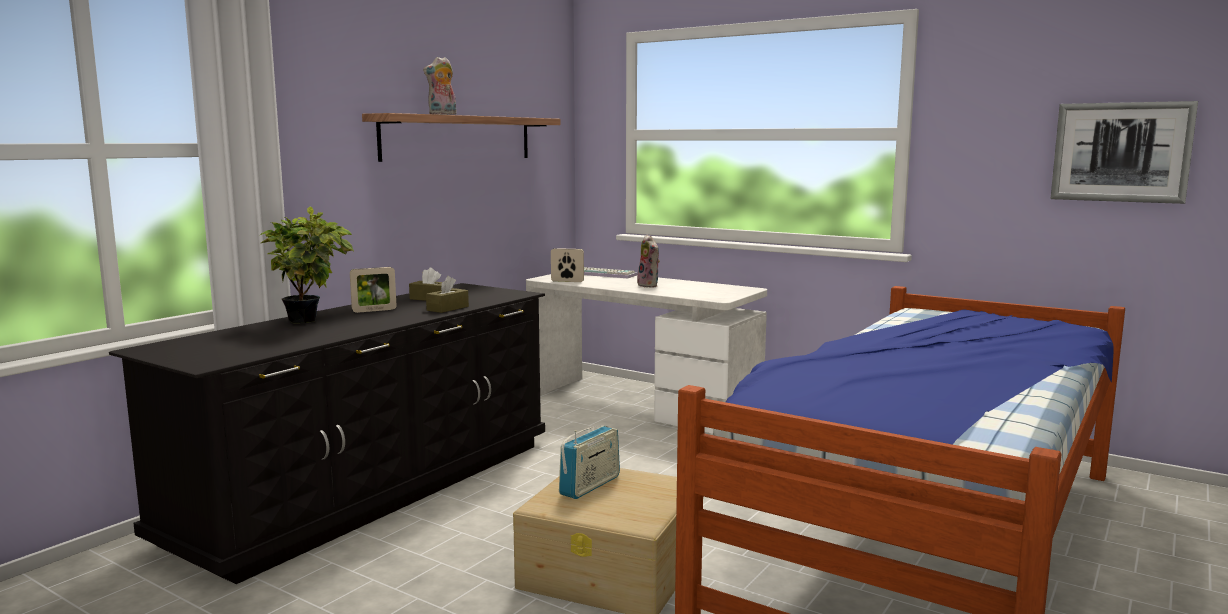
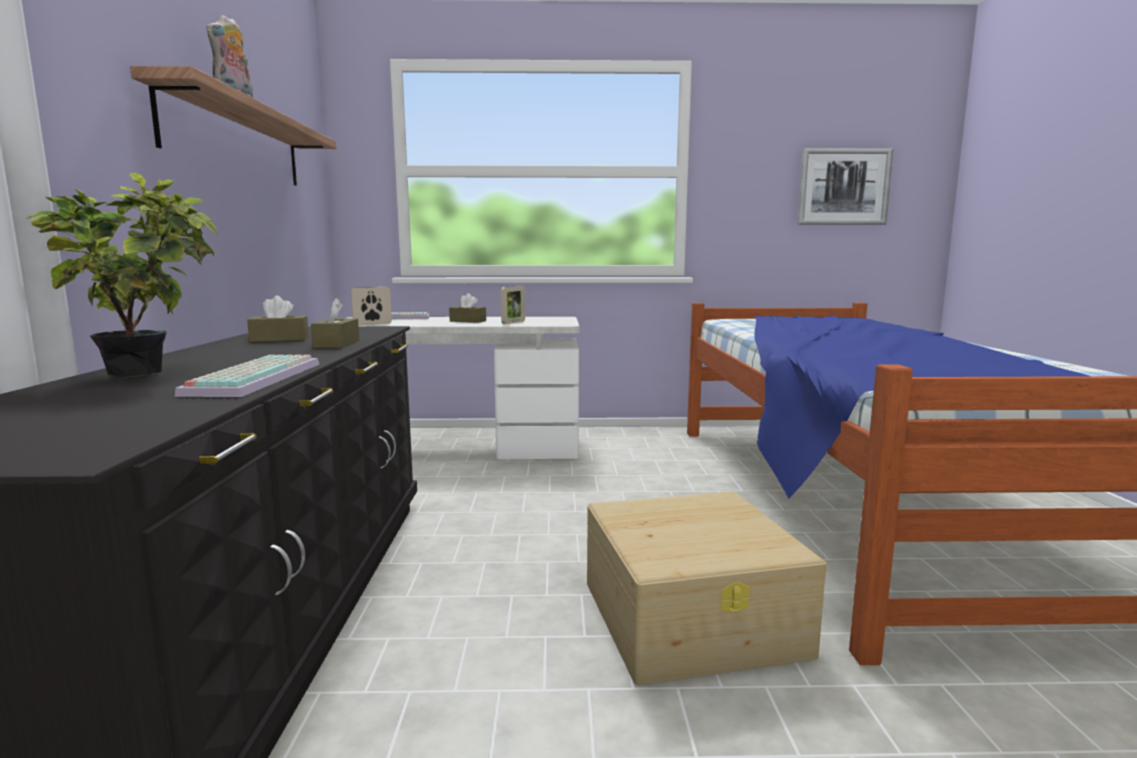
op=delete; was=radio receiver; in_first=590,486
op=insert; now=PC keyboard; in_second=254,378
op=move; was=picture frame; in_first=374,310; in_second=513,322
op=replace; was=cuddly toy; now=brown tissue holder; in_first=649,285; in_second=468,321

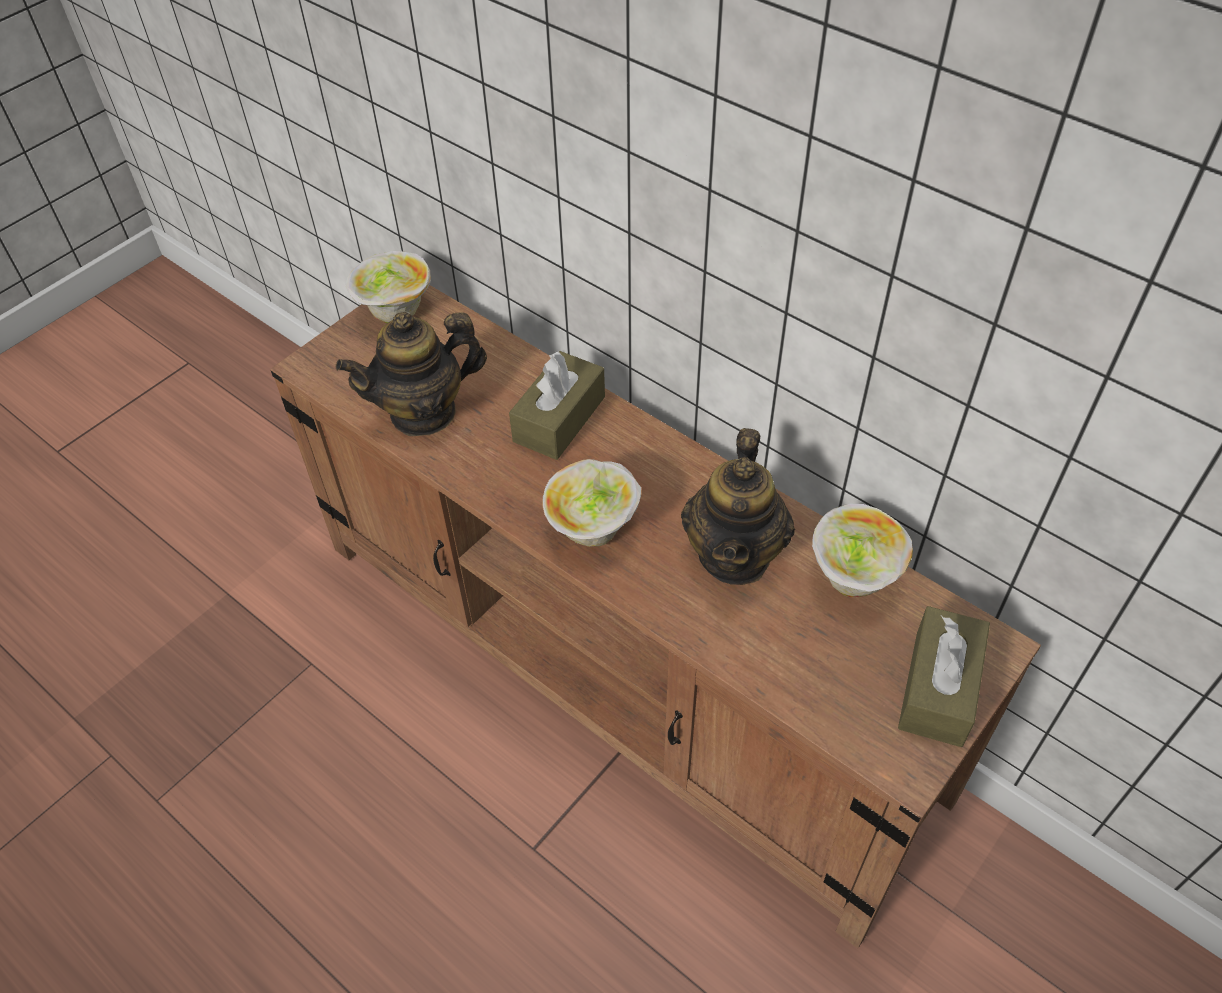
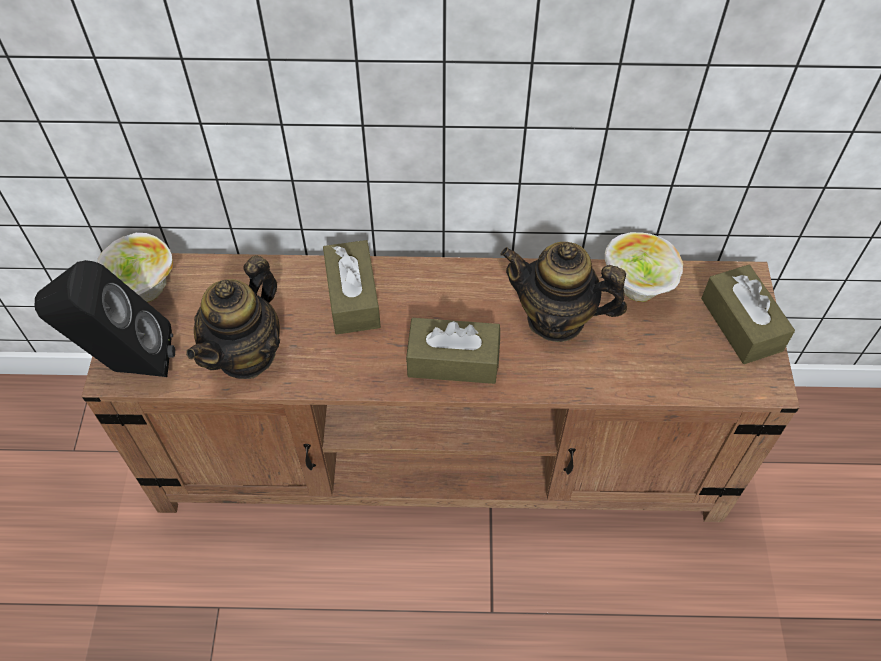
op=insert; now=blackish audio speaker; in_second=127,365
op=replace; was=serving bowl; now=brown tissue holder; in_first=594,530; in_second=453,361
op=rotate; was=pot for tea; in_first=735,555; in_second=556,318; clockwise=135

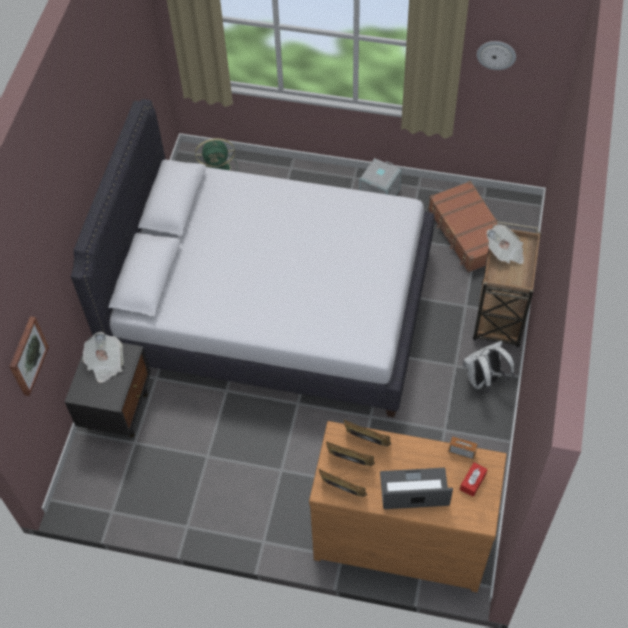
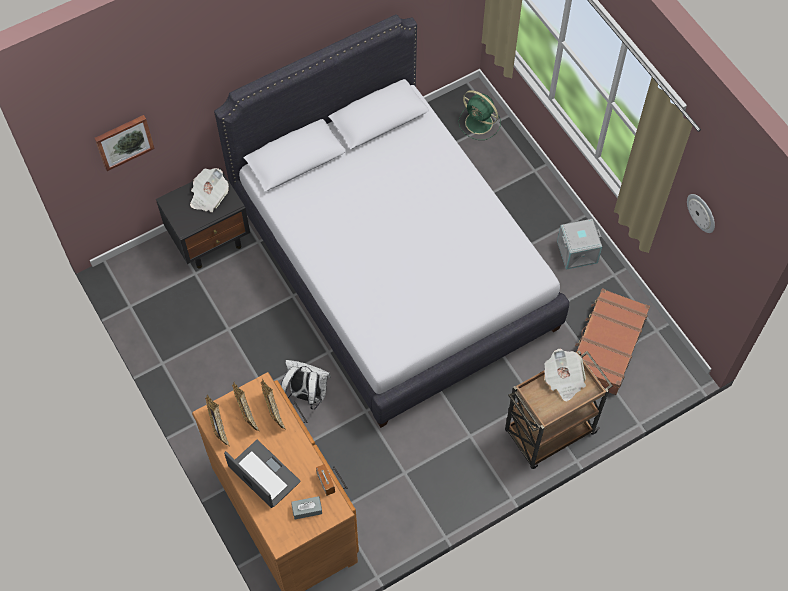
op=move; was=whitish rucksack; in_first=484,381; in_second=307,395
op=recolor; was=red-coloured tissue holder; now=greyish tissue holder; in_first=472,482; in_second=307,509

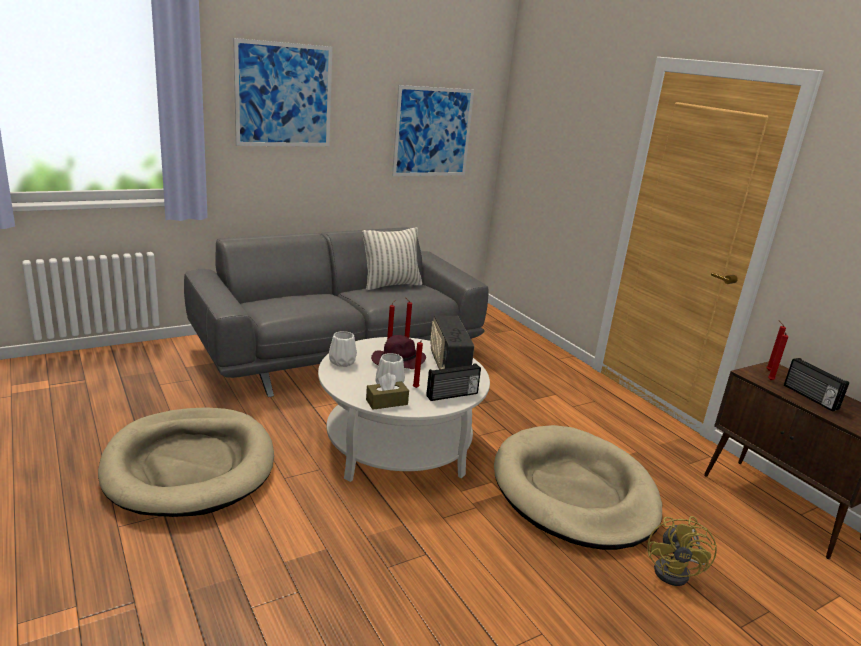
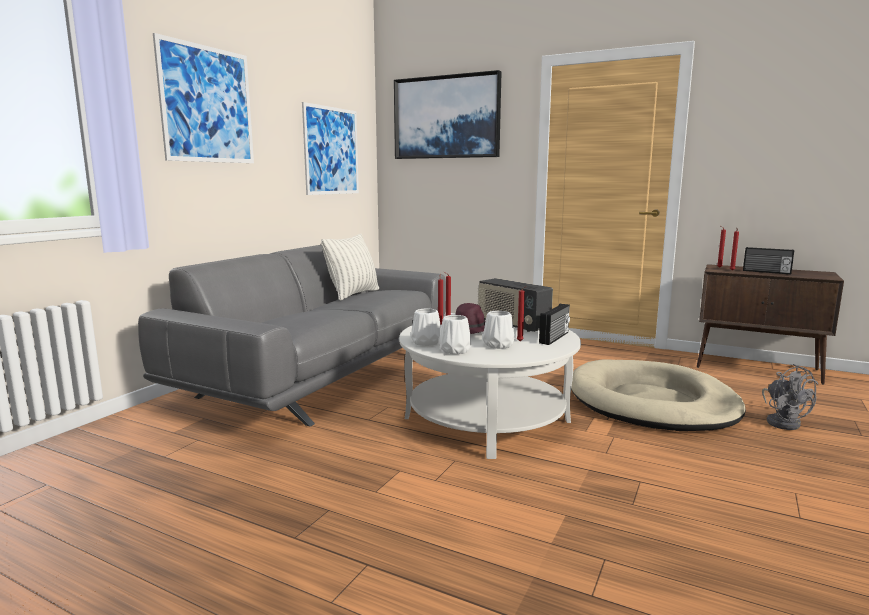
op=delete; was=beige-coloured dog cushion; in_first=190,465
op=delete; was=brown tissue holder; in_first=386,402
op=insert; now=wall picture; in_second=446,117
op=insert; now=whitish flower vase; in_second=456,350
op=recolor; was=yellow-coloured cooling fan; now=greyish cooling fan; in_first=677,572; in_second=782,421

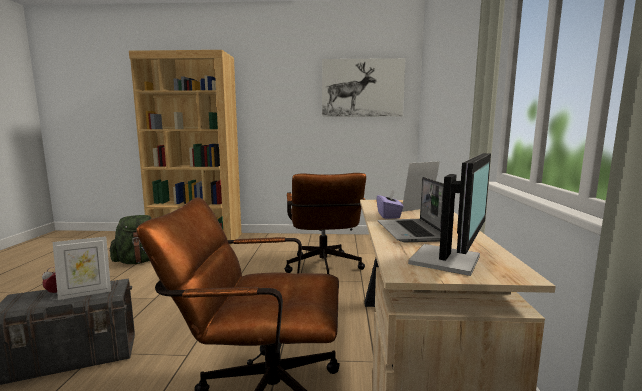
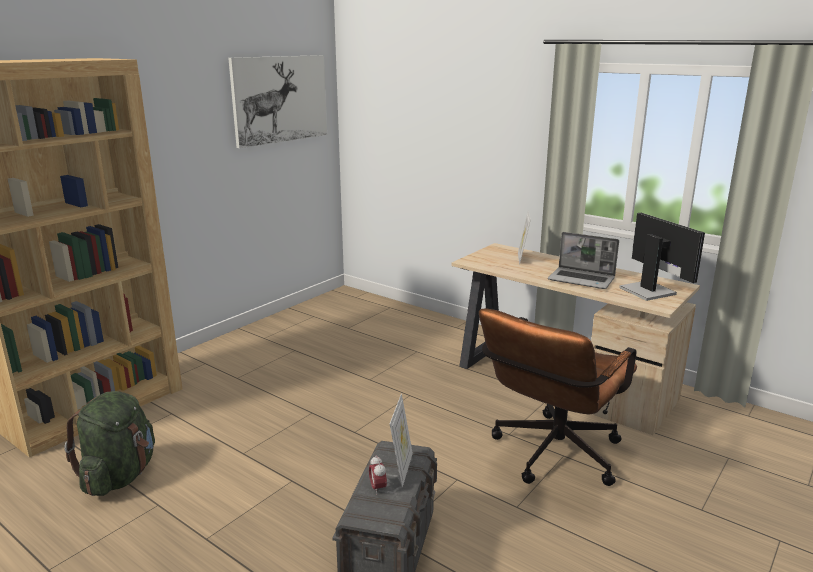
op=delete; was=brown office chair; in_first=324,269
op=delete; was=purple-coloured tissue holder; in_first=389,215

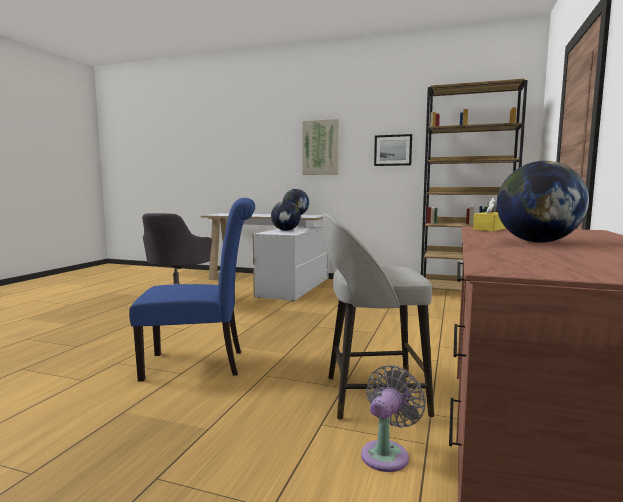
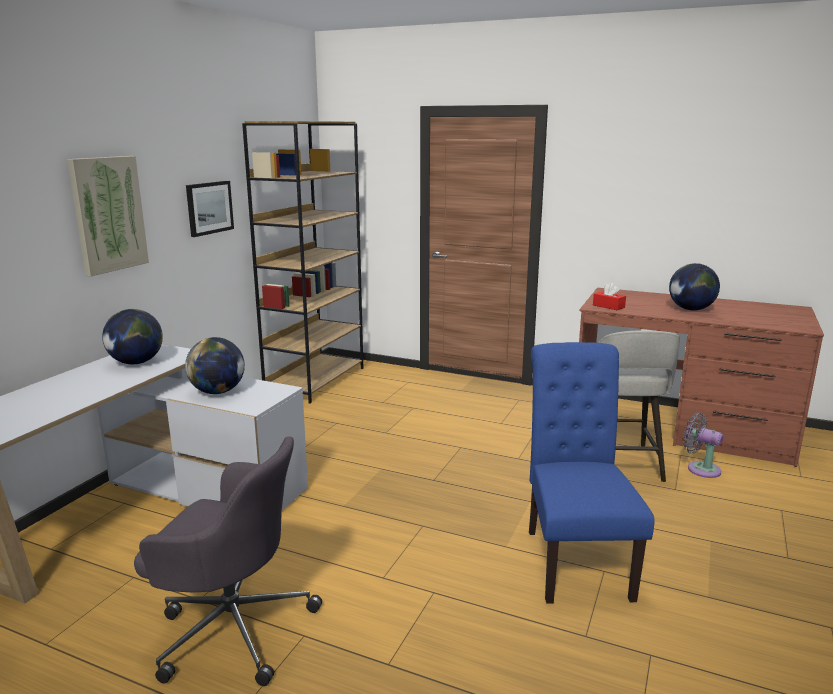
op=recolor; was=yellow-coloured tissue holder; now=red-coloured tissue holder; in_first=489,229; in_second=608,306

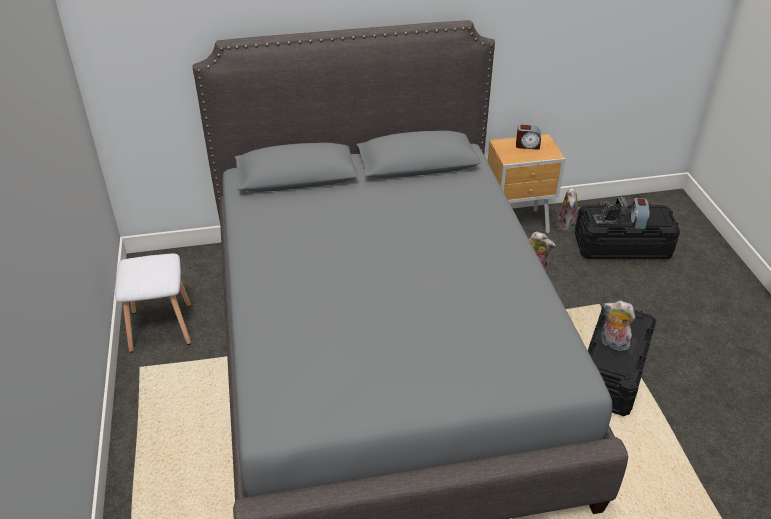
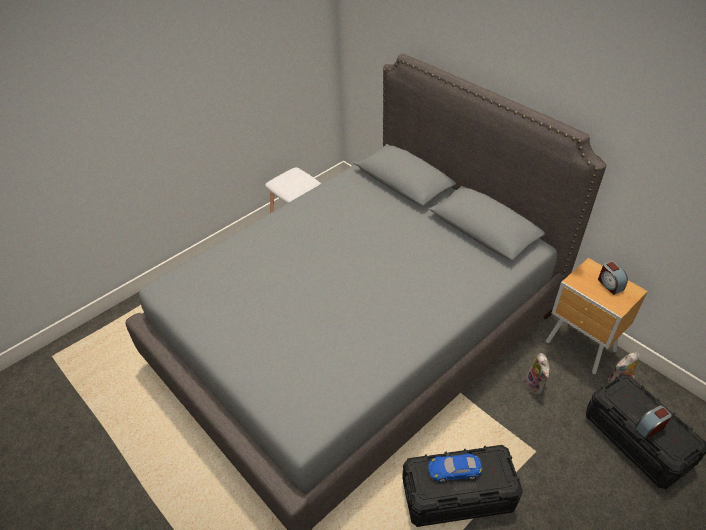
op=delete; was=photo camera; in_first=608,219
op=replace; was=cuddly toy; now=blue-coloured model car; in_first=612,343; in_second=454,469

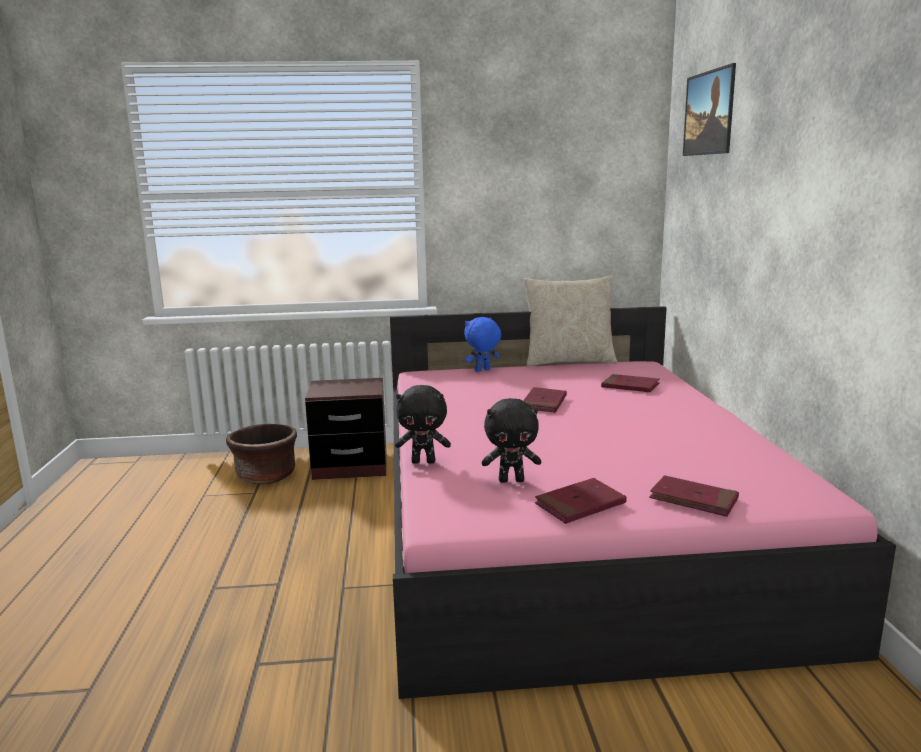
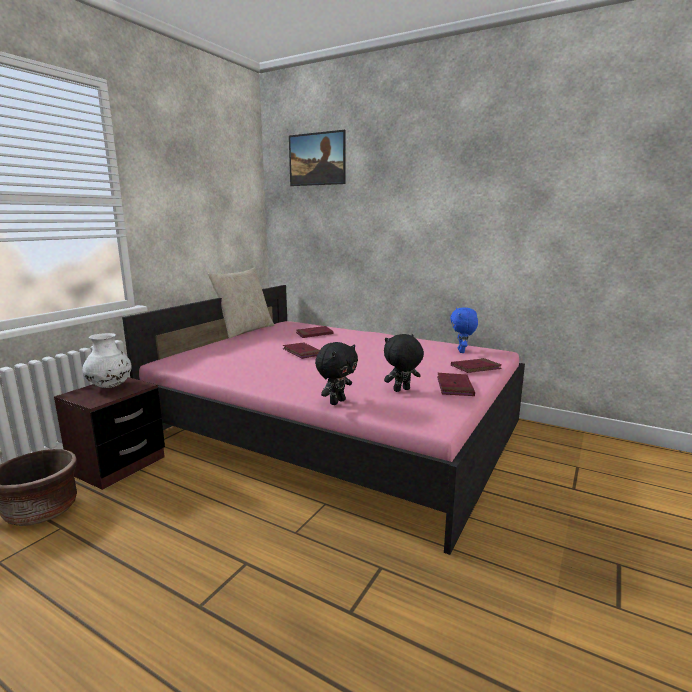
op=insert; now=whitish flower vase; in_second=110,386
op=move; was=blue-coloured cuddly toy; in_first=482,370; in_second=462,351
op=rotate; was=blackish cuddly toy; in_first=511,480; in_second=402,390; clockwise=-150

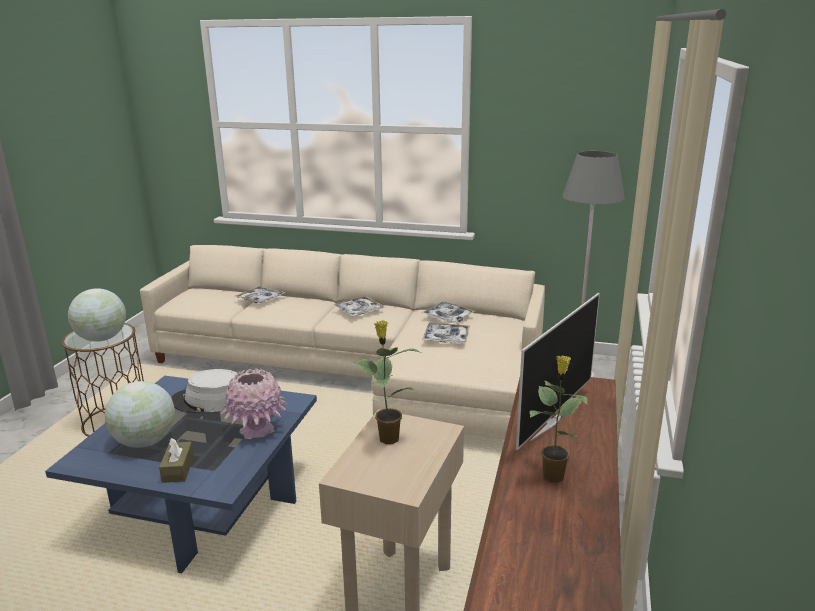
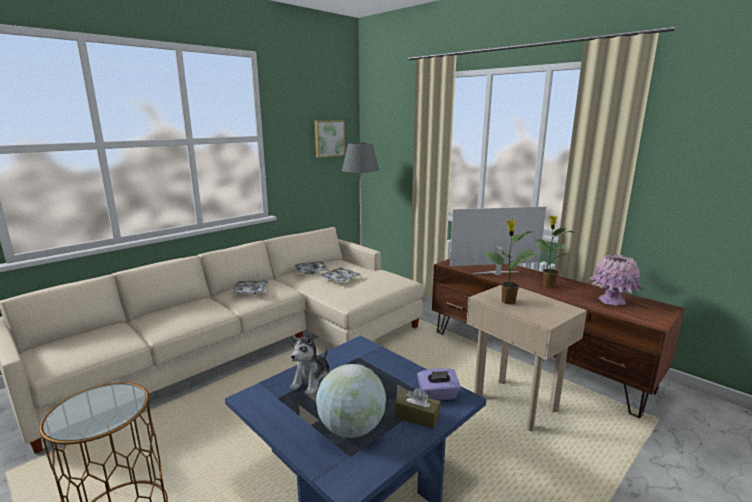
op=delete; was=globe; in_first=102,339
op=delete; was=carrying tray; in_first=260,299
op=insert; now=wall picture; in_second=329,138
op=insert; now=purple-coloured tissue holder; in_second=438,395
op=move; was=pink-coloured flower vase; in_first=257,430; in_second=612,300
op=replace; was=greyish wearable hat; now=cuddly toy; in_first=209,400; in_second=312,381
op=rotate; was=TV; in_first=548,421; in_second=496,273; clockwise=-75

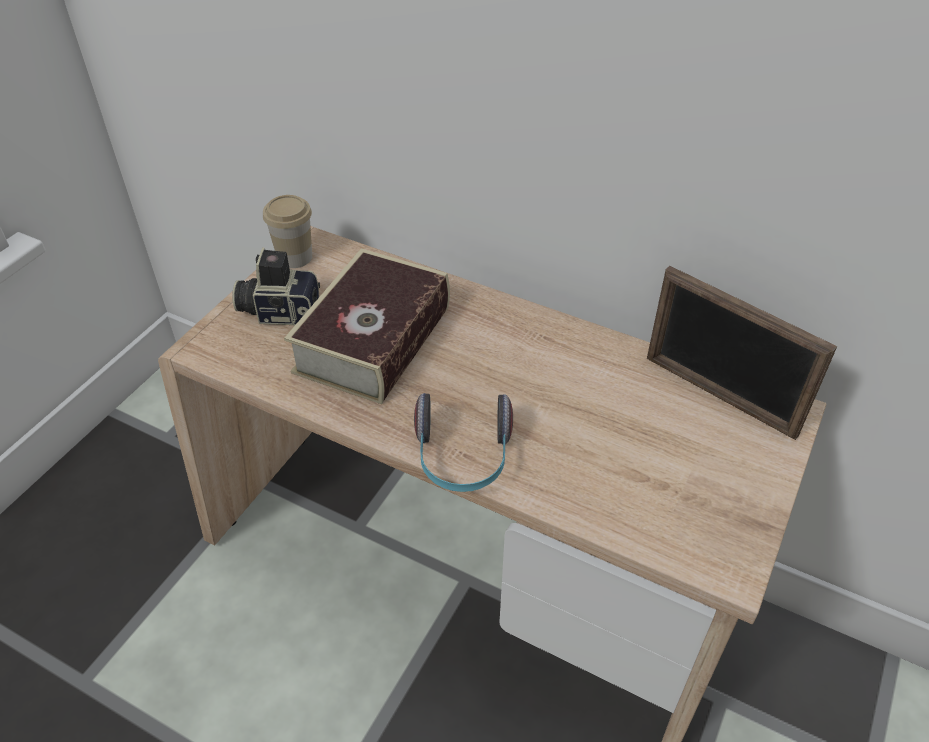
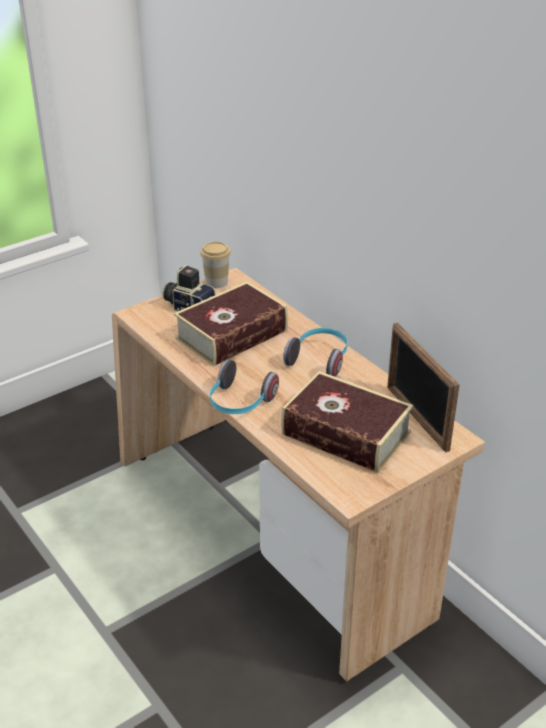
op=insert; now=bound book; in_second=346,433
op=insert; now=pair of headphones; in_second=319,360

